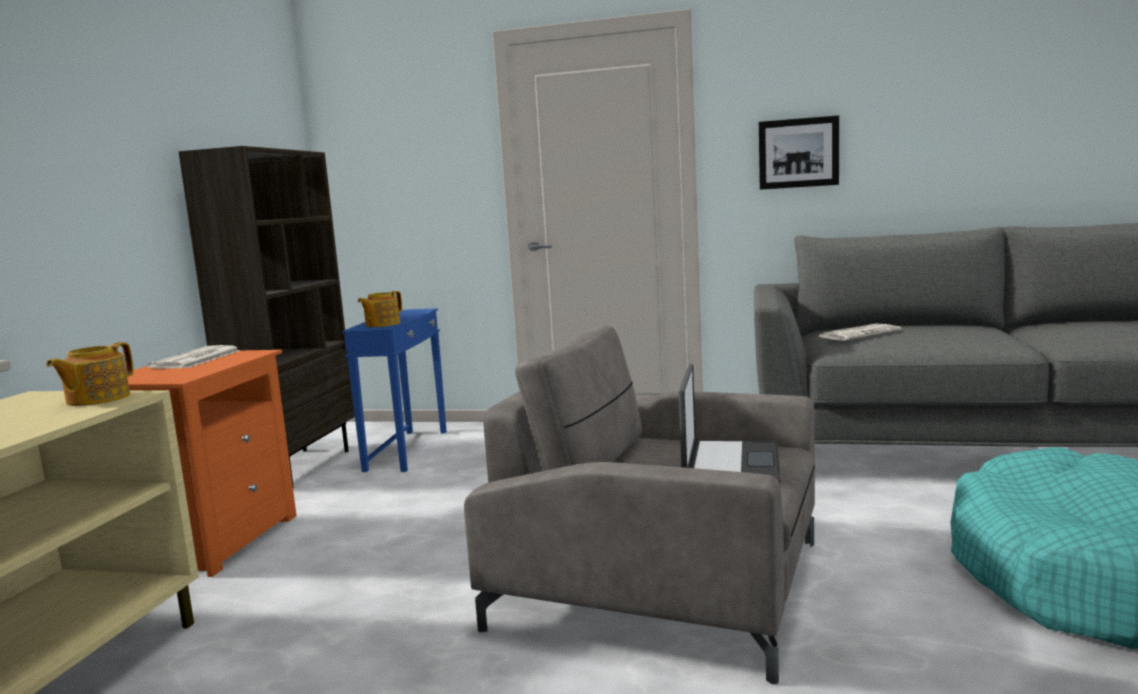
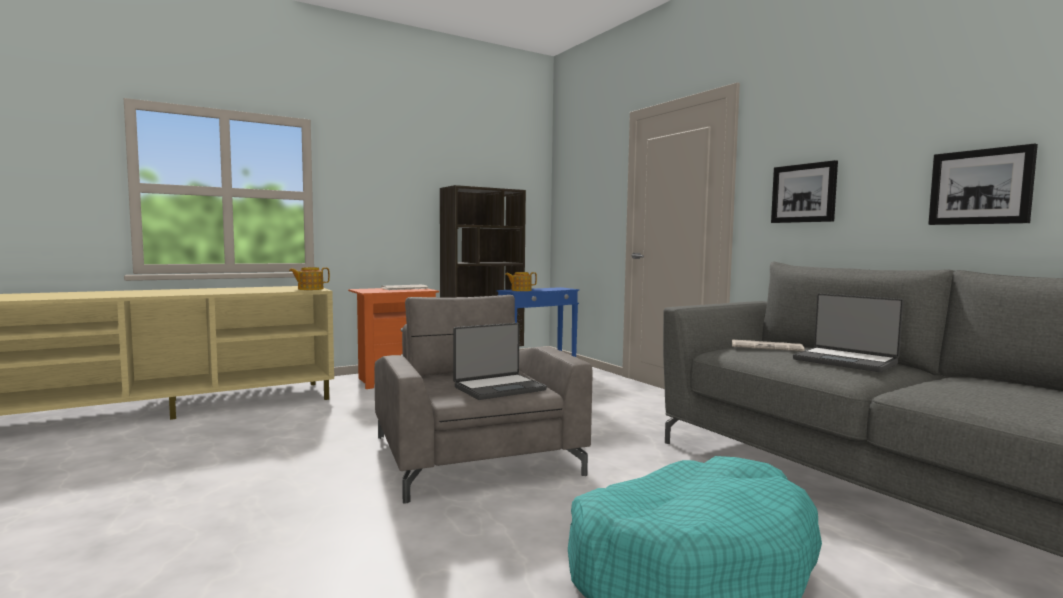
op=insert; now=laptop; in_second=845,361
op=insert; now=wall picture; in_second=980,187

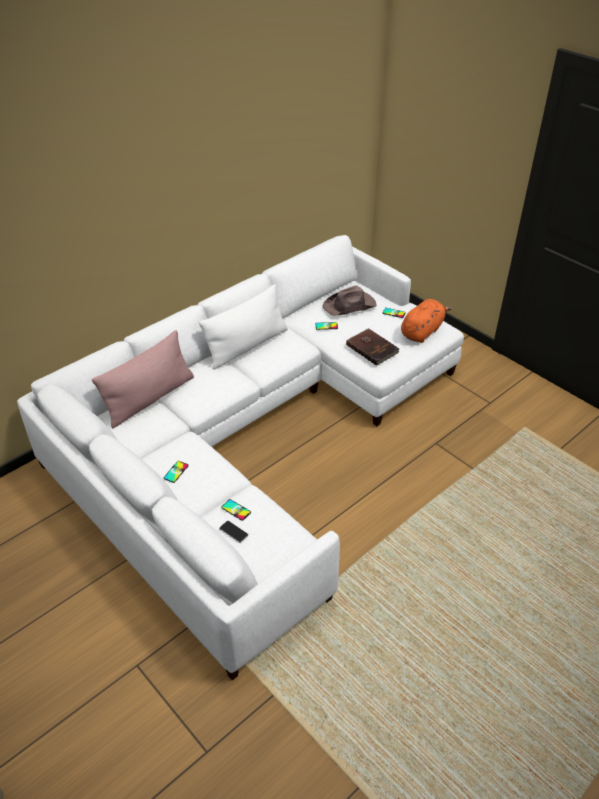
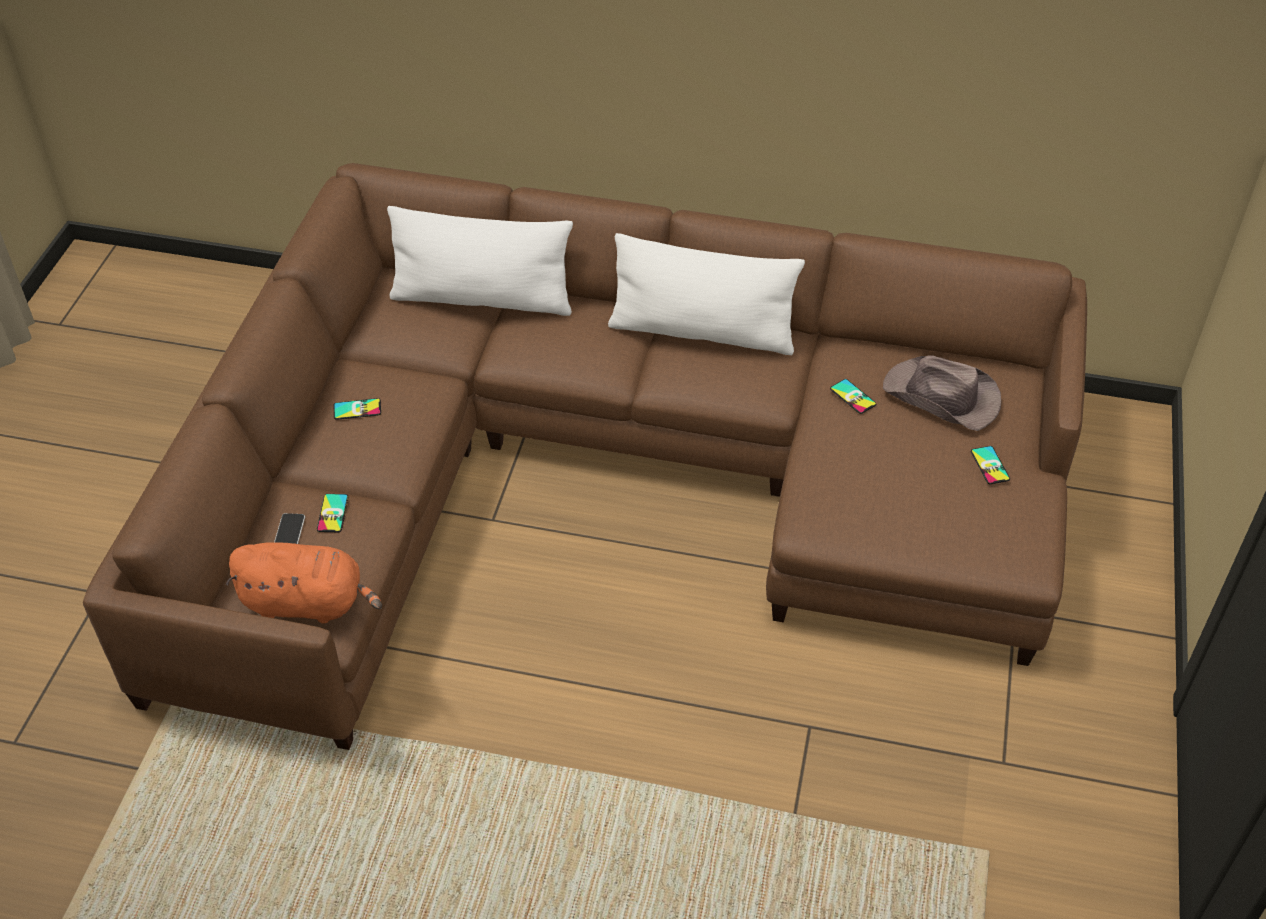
op=delete; was=brown bound book; in_first=372,348
op=move; was=orange-coloured cuddly toy; in_first=422,331; in_second=308,603
op=recolor; was=whitish settee; now=brown settee; in_first=254,435; in_second=606,475
op=recolor; was=pink-coloured throw pillow; now=whitish throw pillow; in_first=150,398; in_second=482,299

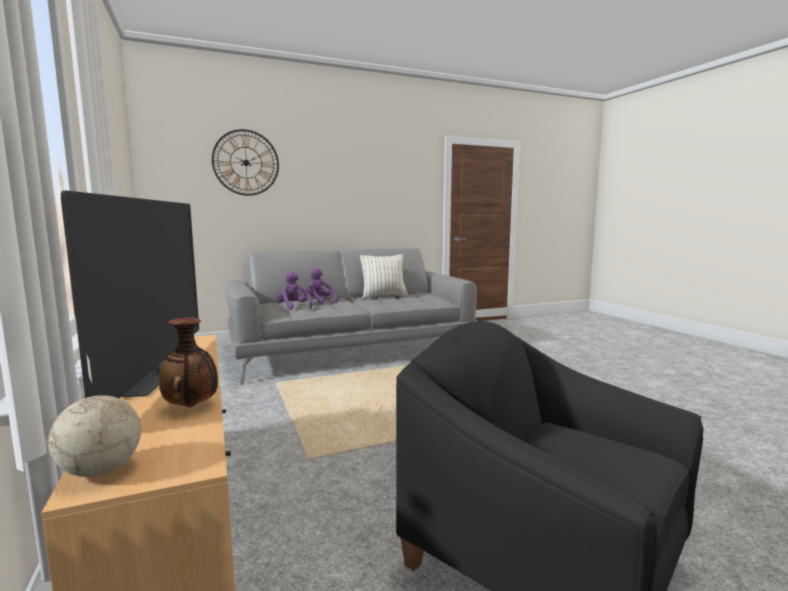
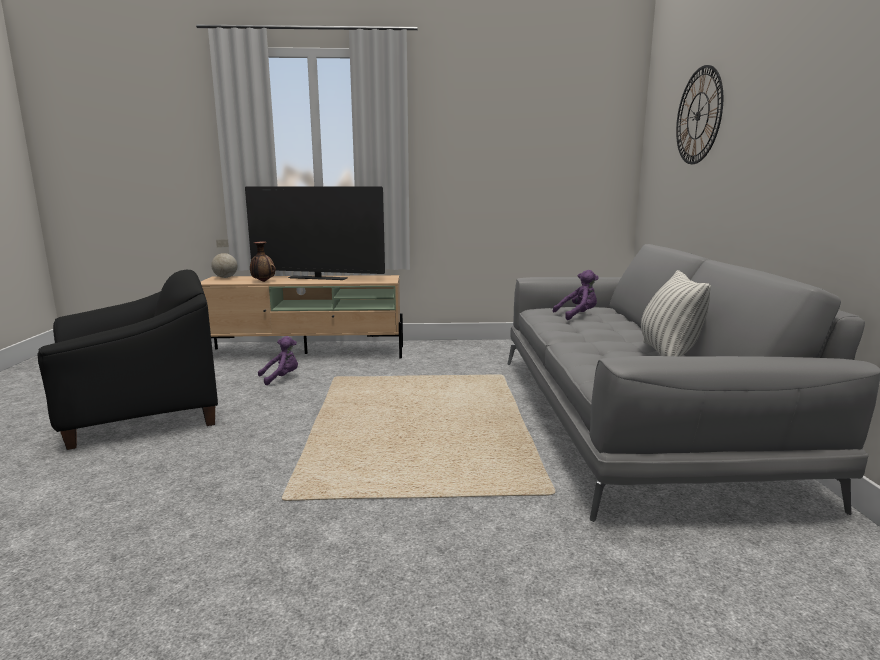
op=move; was=purple-coloured cuddly toy; in_first=319,301; in_second=281,378

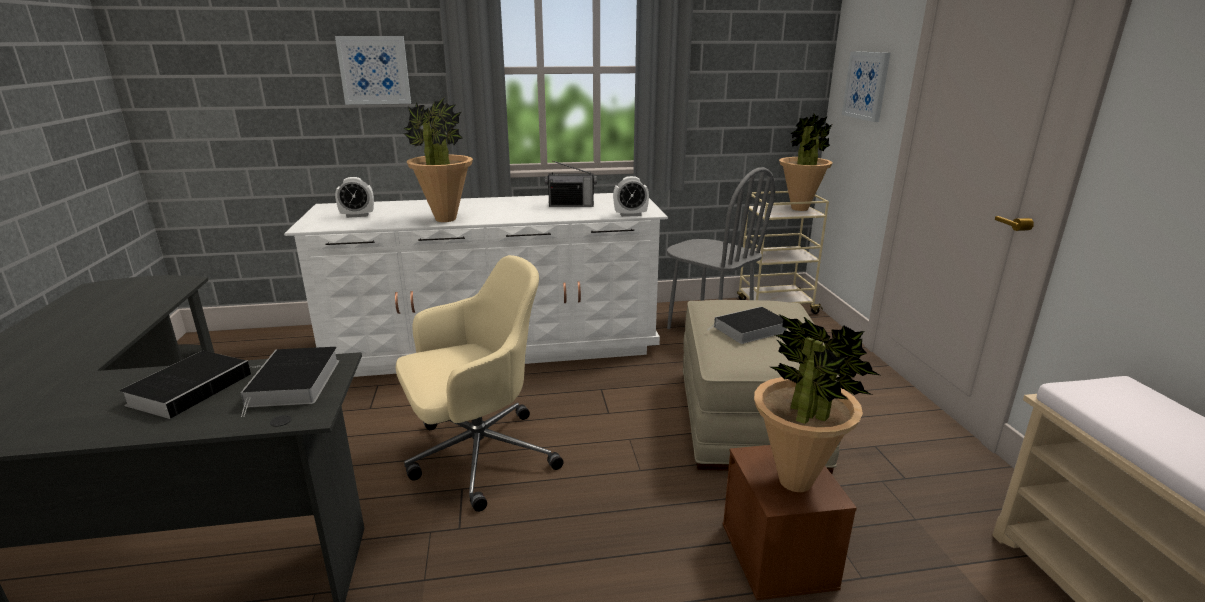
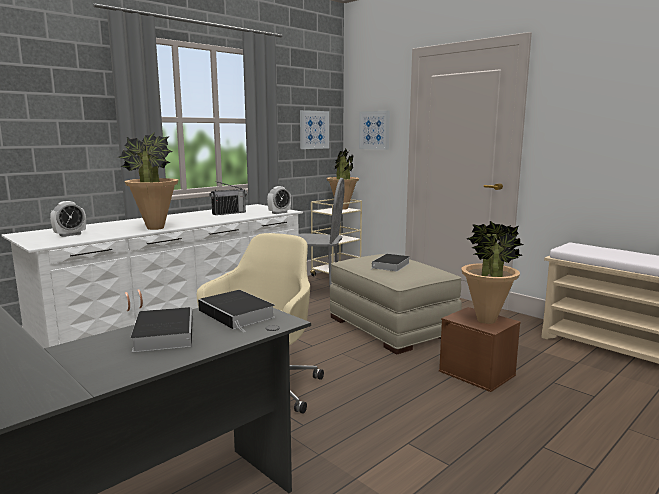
op=move; was=wall picture; in_first=374,70; in_second=314,129

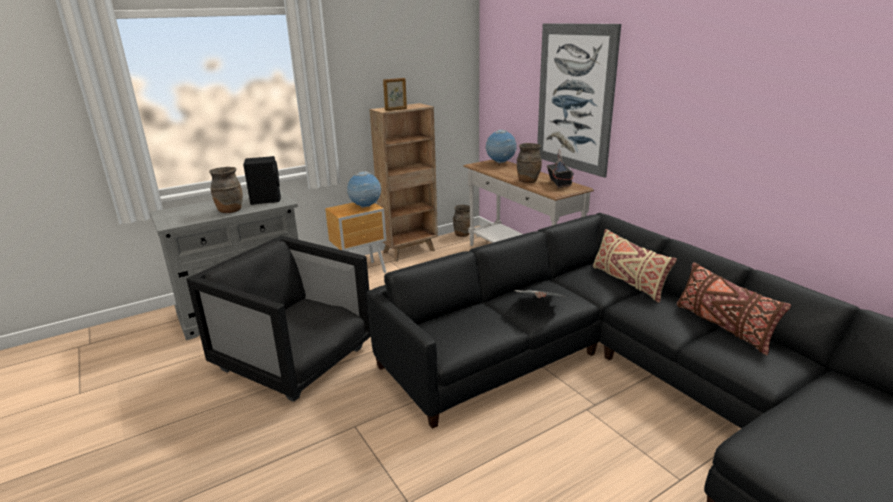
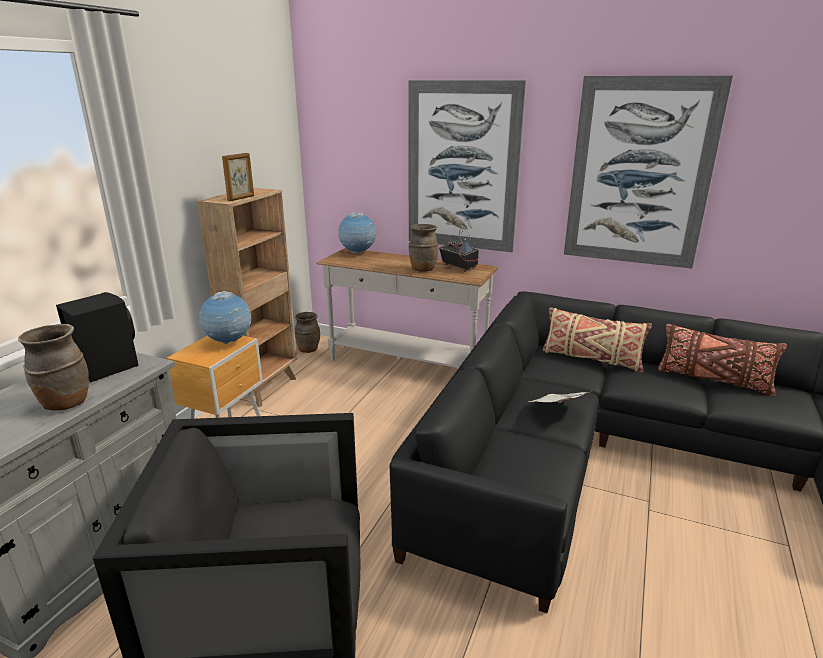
op=insert; now=wall picture; in_second=639,174

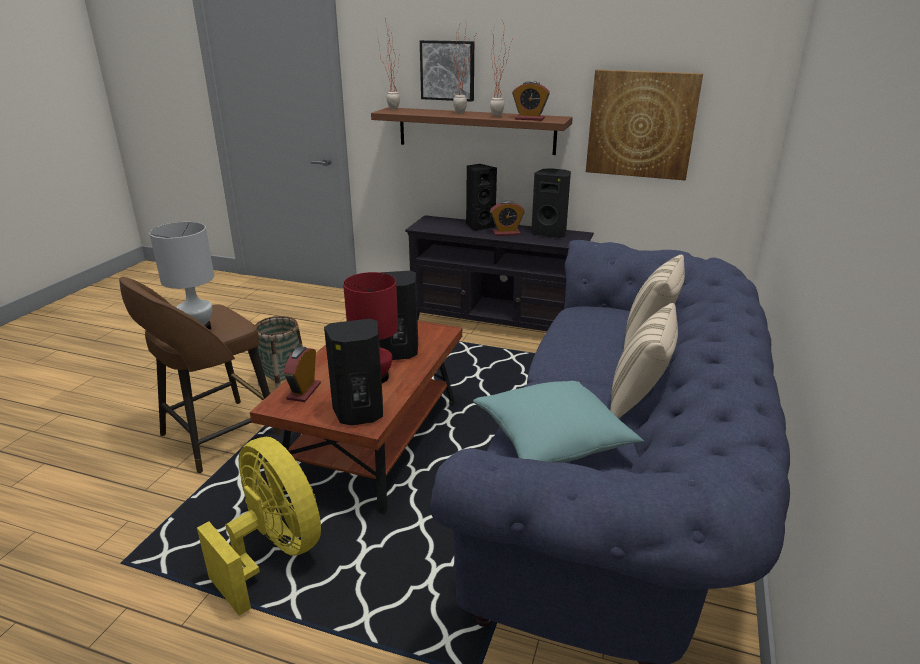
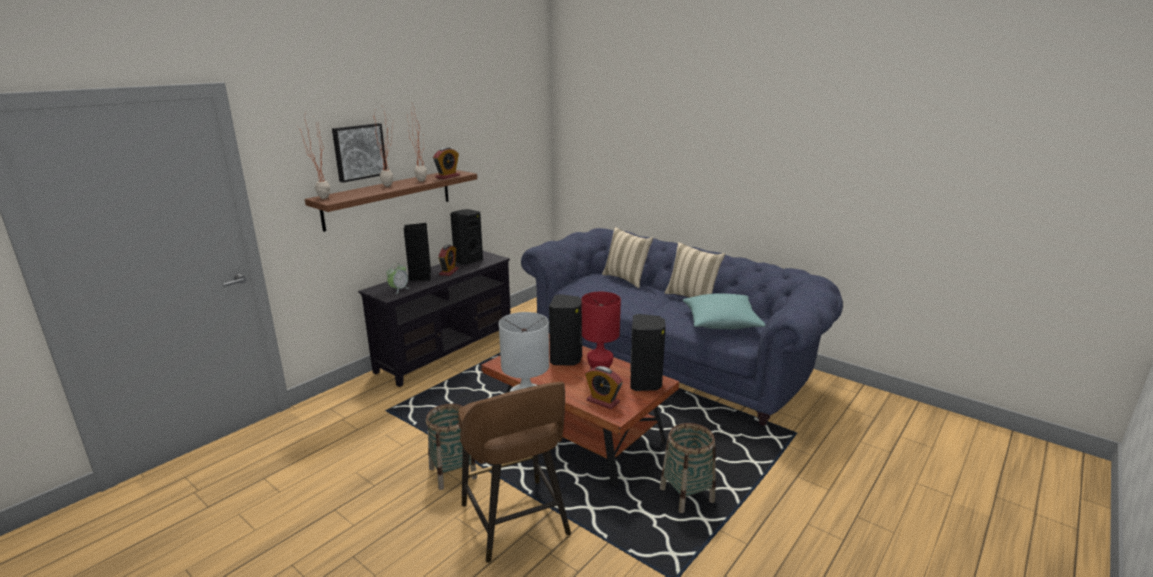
op=delete; was=wall picture; in_first=641,124
op=insert; now=bedside clock; in_second=399,289
op=replace; was=yellow-coloured cooling fan; now=household basket; in_first=273,552; in_second=686,495

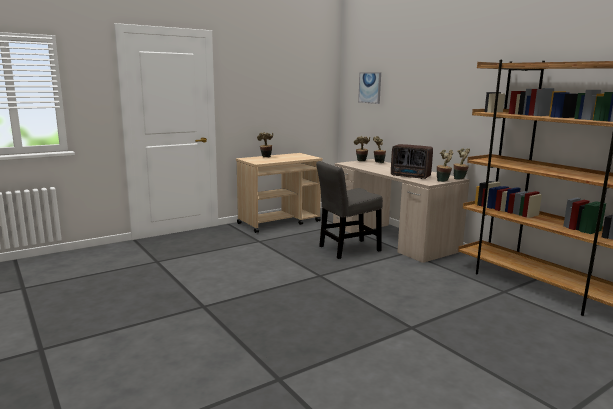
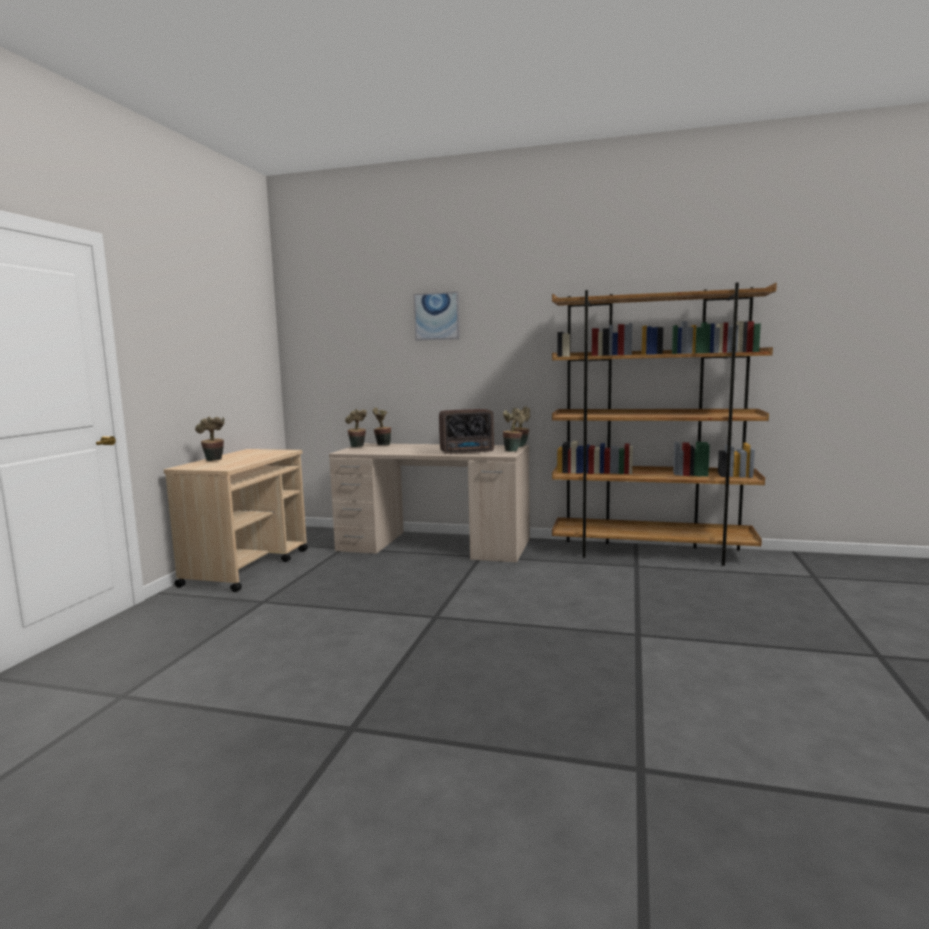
op=delete; was=greyish chair; in_first=347,249
op=move; was=wall picture; in_first=370,87; in_second=437,316

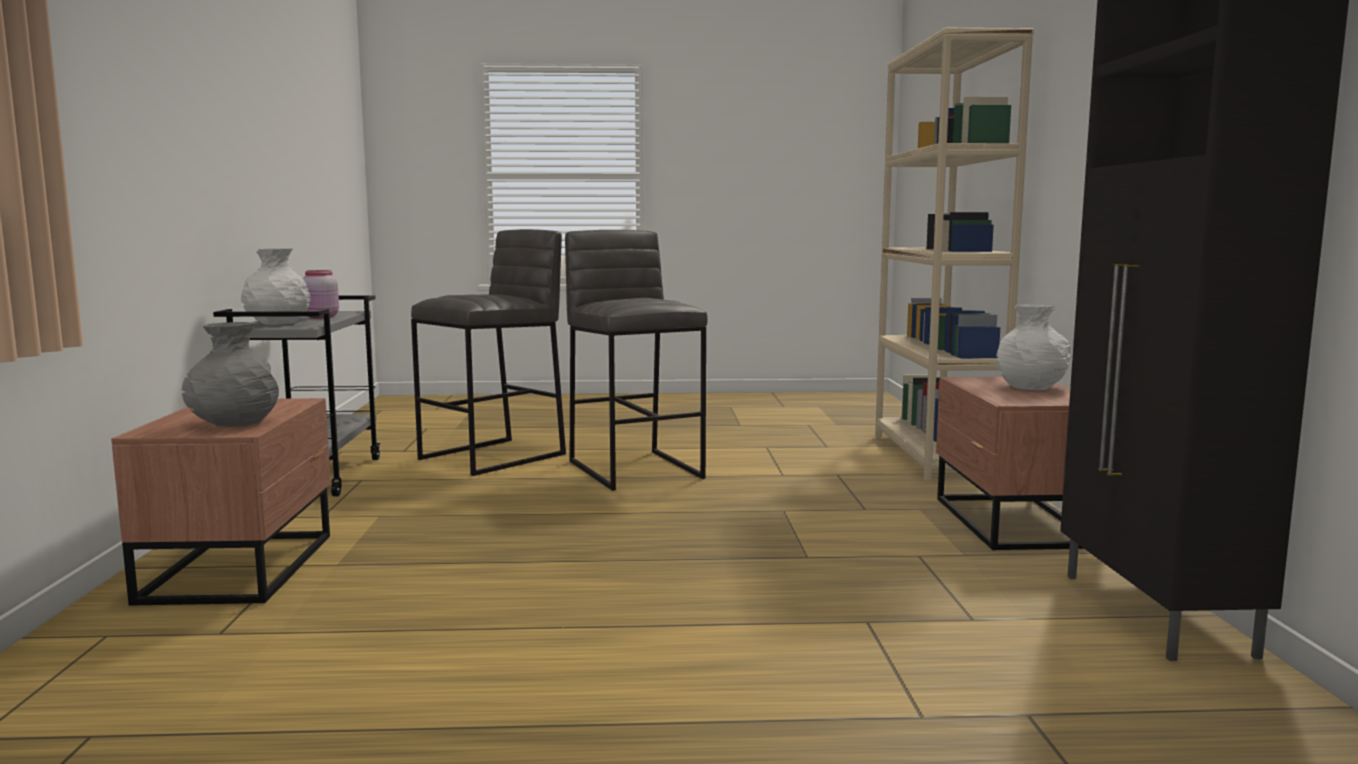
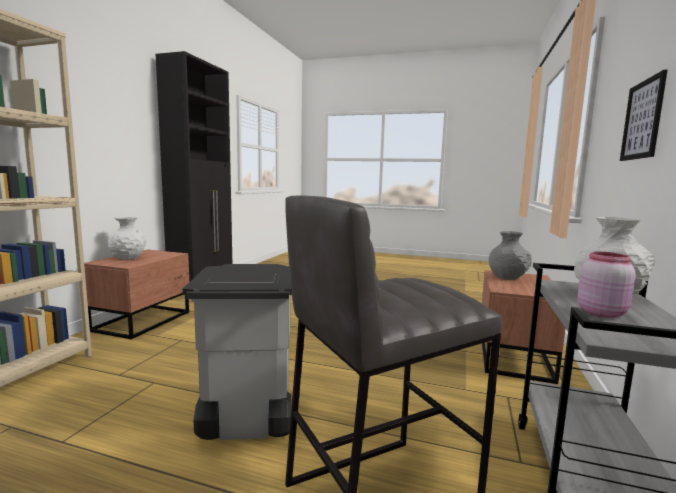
op=insert; now=wall picture; in_second=642,120
op=replace; was=greyish stool seat; now=greyish rubbish bin; in_first=636,469; in_second=246,420

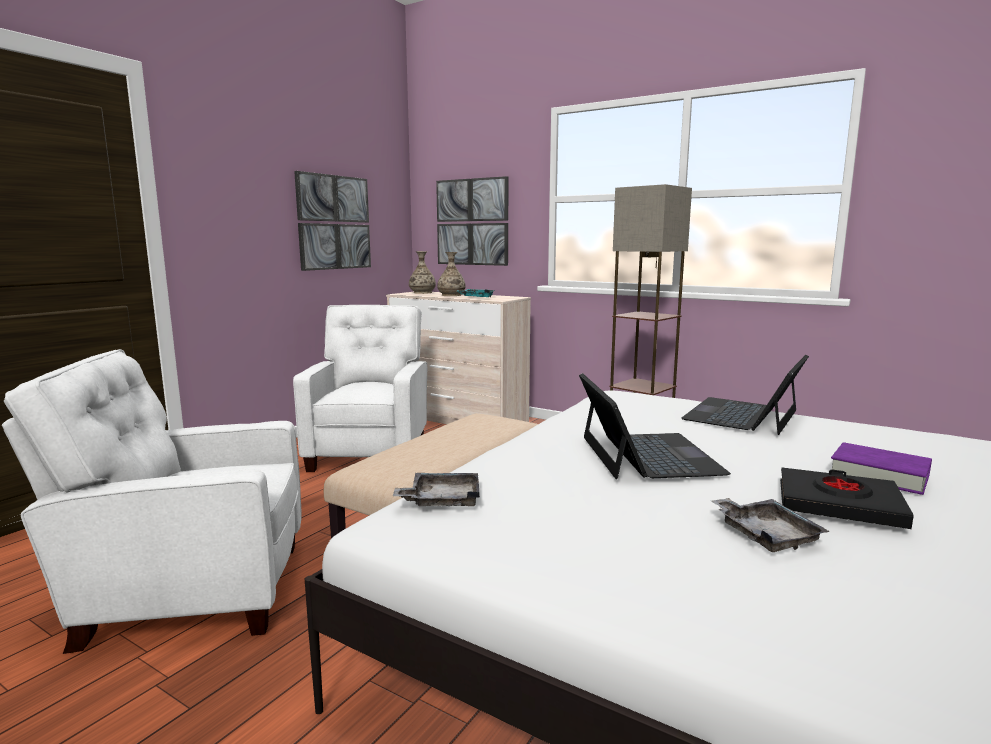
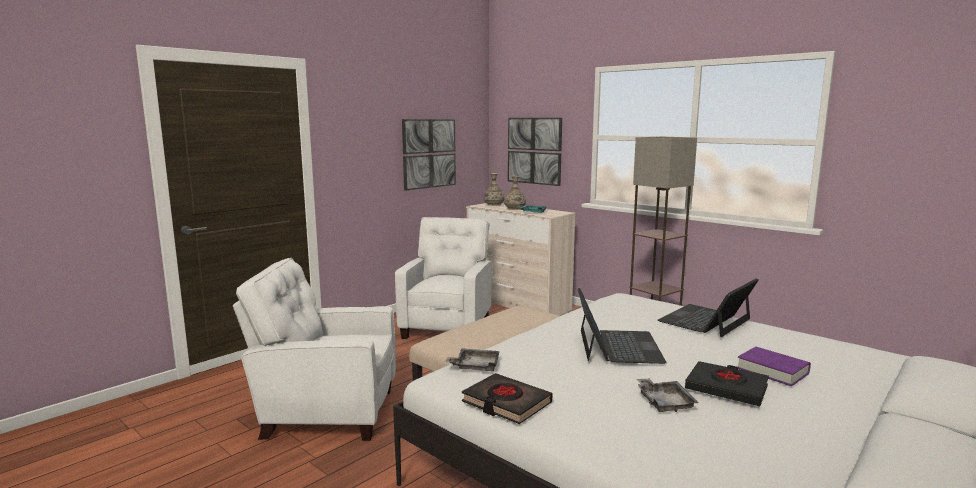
op=insert; now=blackish bound book; in_second=506,403

